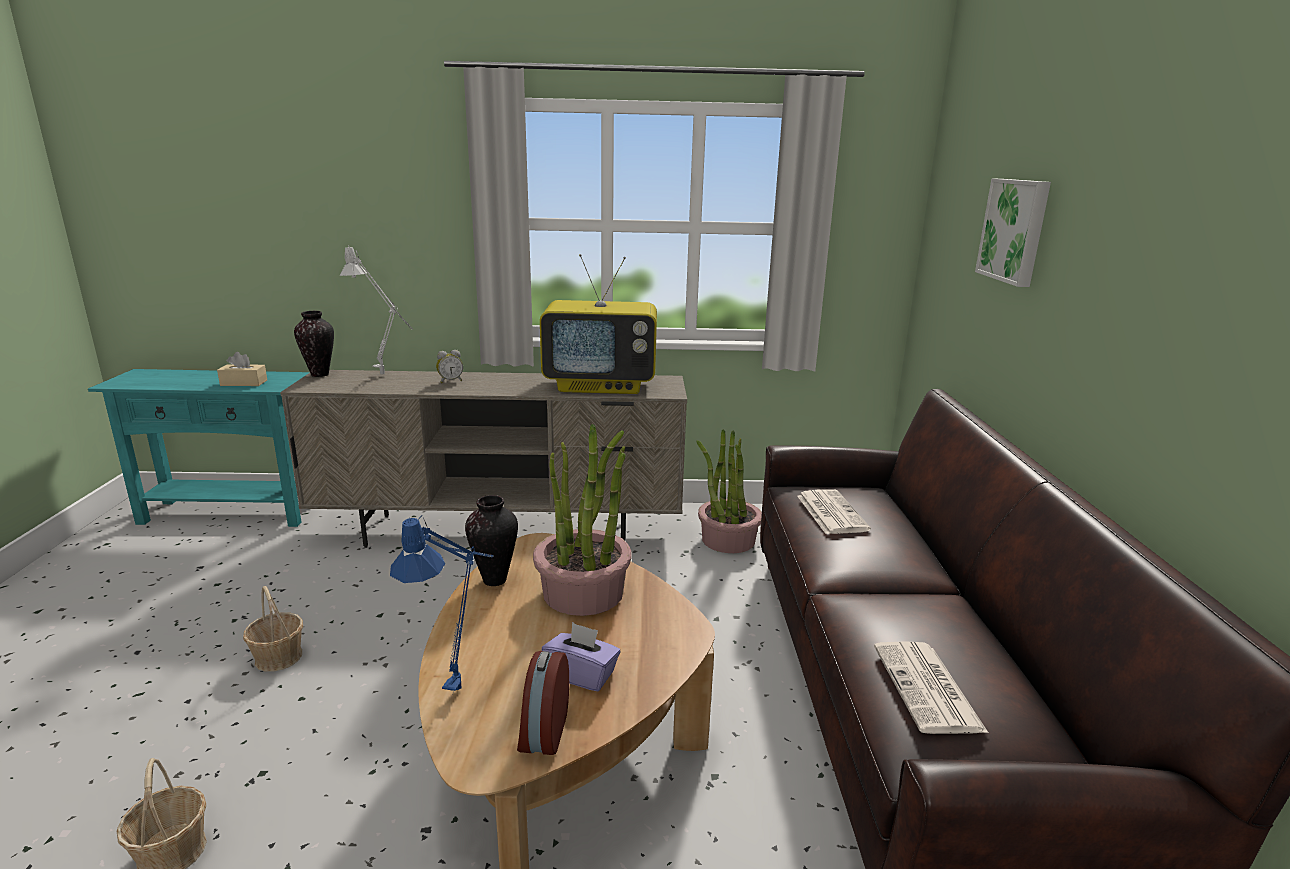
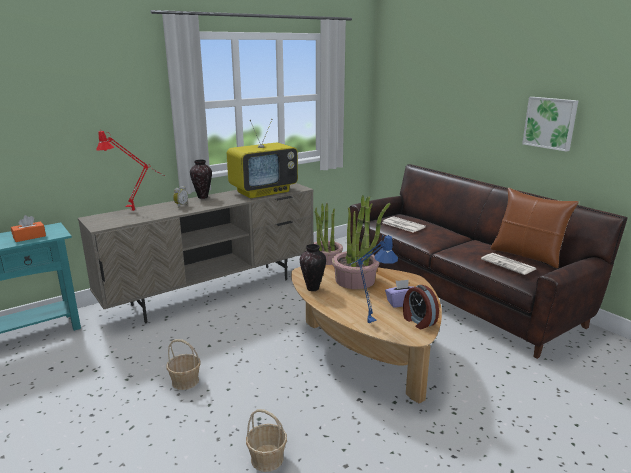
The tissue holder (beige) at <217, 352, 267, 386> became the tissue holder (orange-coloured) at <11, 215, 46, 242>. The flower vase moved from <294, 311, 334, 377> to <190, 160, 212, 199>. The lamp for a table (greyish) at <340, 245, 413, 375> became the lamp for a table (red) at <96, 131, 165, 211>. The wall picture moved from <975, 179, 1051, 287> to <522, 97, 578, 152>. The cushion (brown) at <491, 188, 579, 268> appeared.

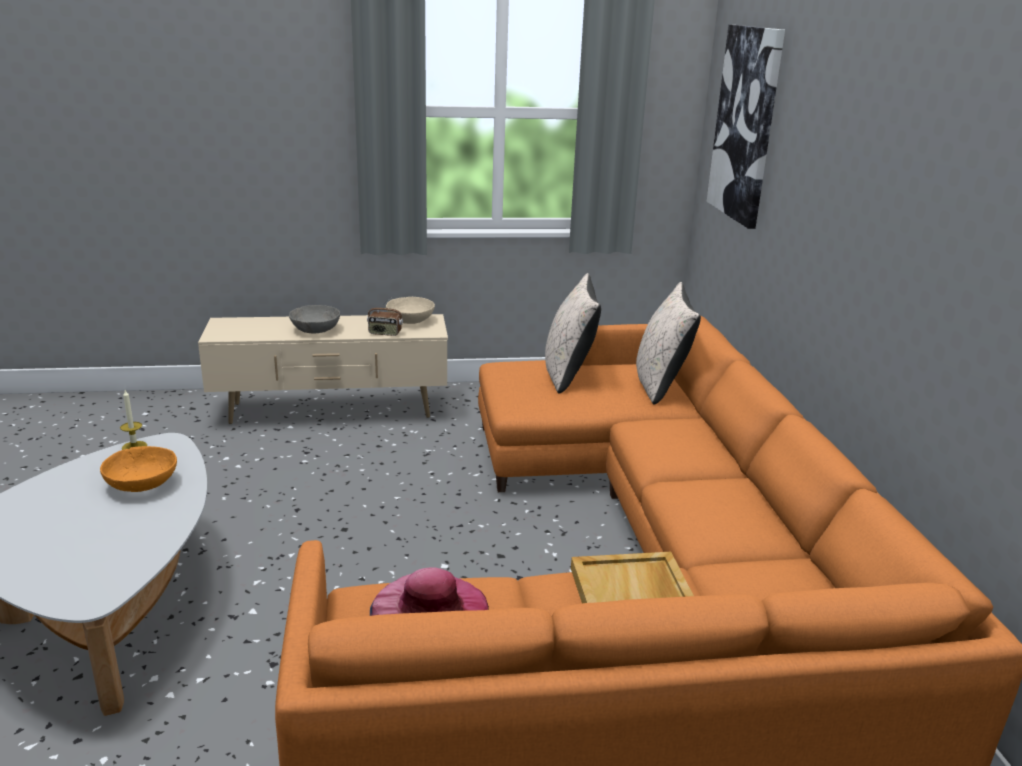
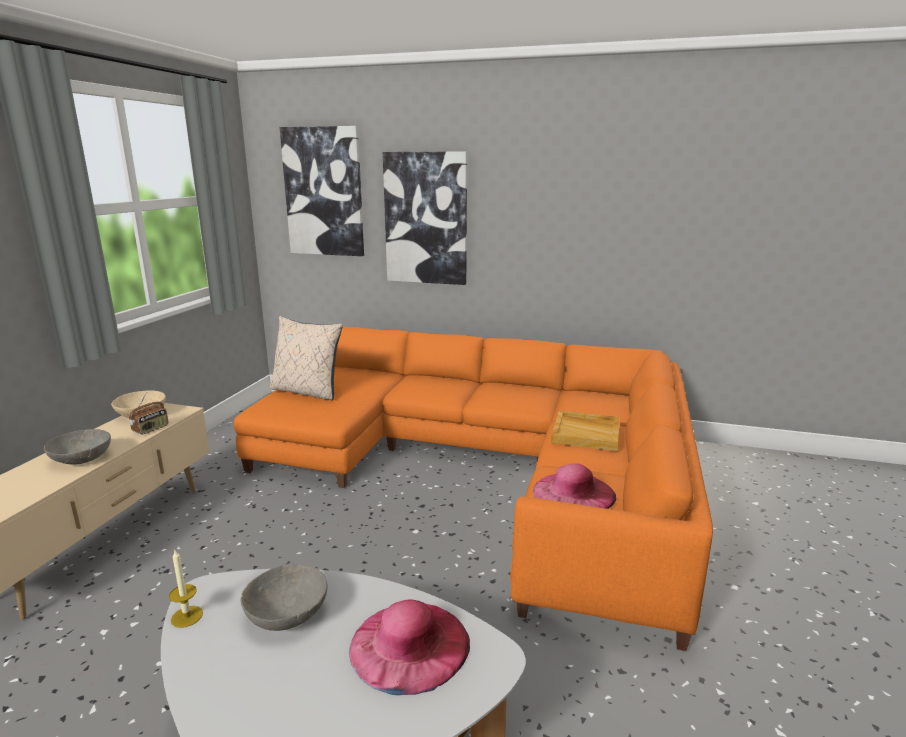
The deep dish (orange-coloured) at <100, 446, 177, 492> became the deep dish (greyish) at <240, 564, 327, 631>. The cushion (beige) at <636, 282, 701, 405> disappeared. The hat (pinkish) at <349, 599, 470, 695> appeared. The wall picture at <383, 152, 467, 285> appeared.

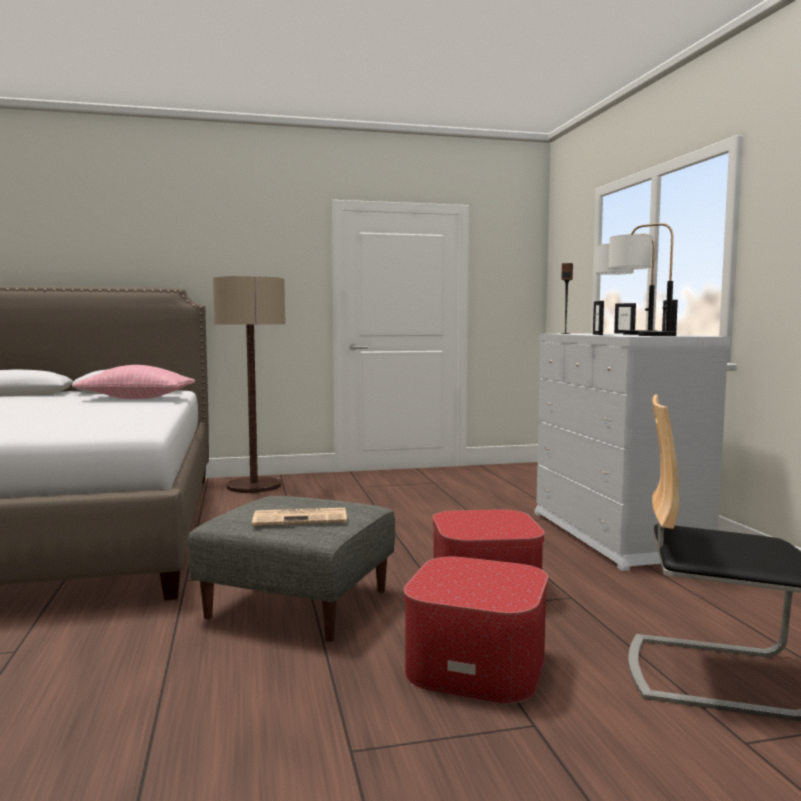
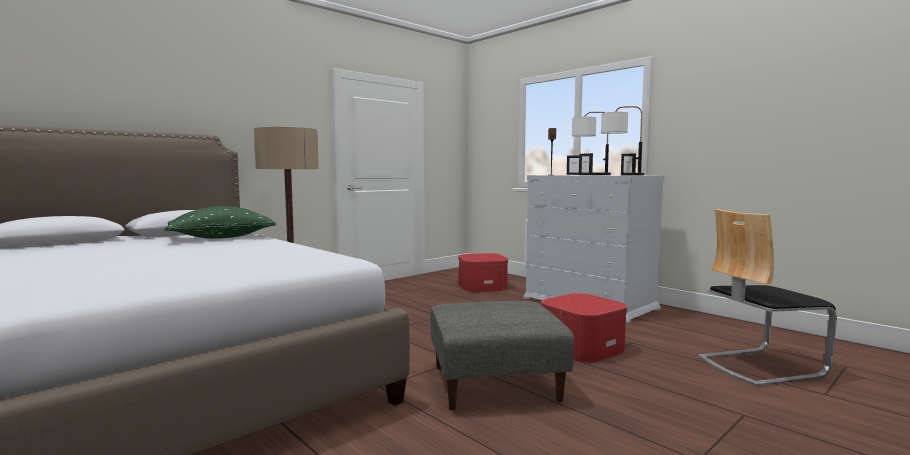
The cushion (pinkish) at <72, 365, 195, 399> became the cushion (green-coloured) at <164, 206, 276, 239>. The printed paper at <252, 508, 347, 526> disappeared. The footrest moved from <403, 557, 548, 704> to <459, 253, 508, 292>.

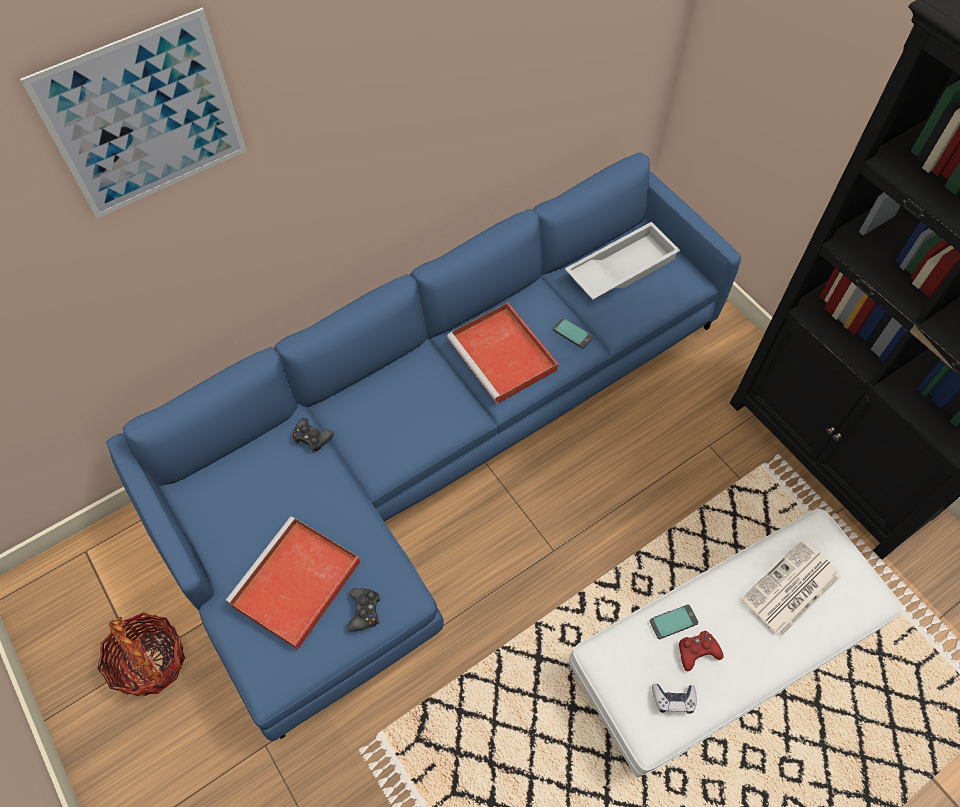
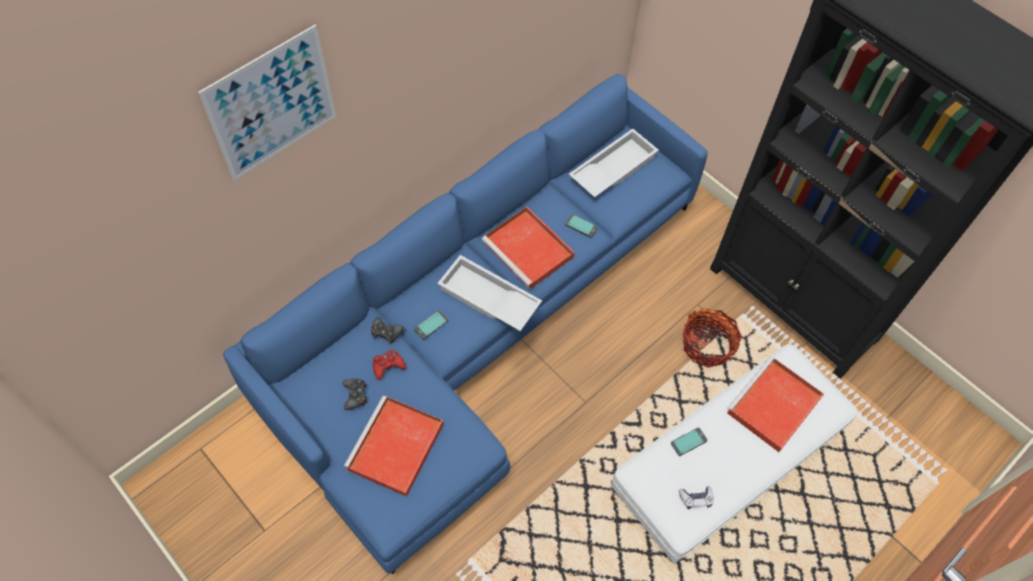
The household basket moved from <97, 612, 185, 696> to <683, 309, 742, 368>. The game controller (blackish) moved from <347, 588, 381, 632> to <343, 379, 368, 410>. The game controller (red) moved from <679, 631, 724, 671> to <373, 350, 406, 380>. The printed paper at <741, 539, 841, 638> was replaced by the serving tray (red) at <727, 356, 824, 452>. The telephone at <414, 310, 449, 340> appeared. The serving tray (white) at <437, 255, 542, 331> appeared.

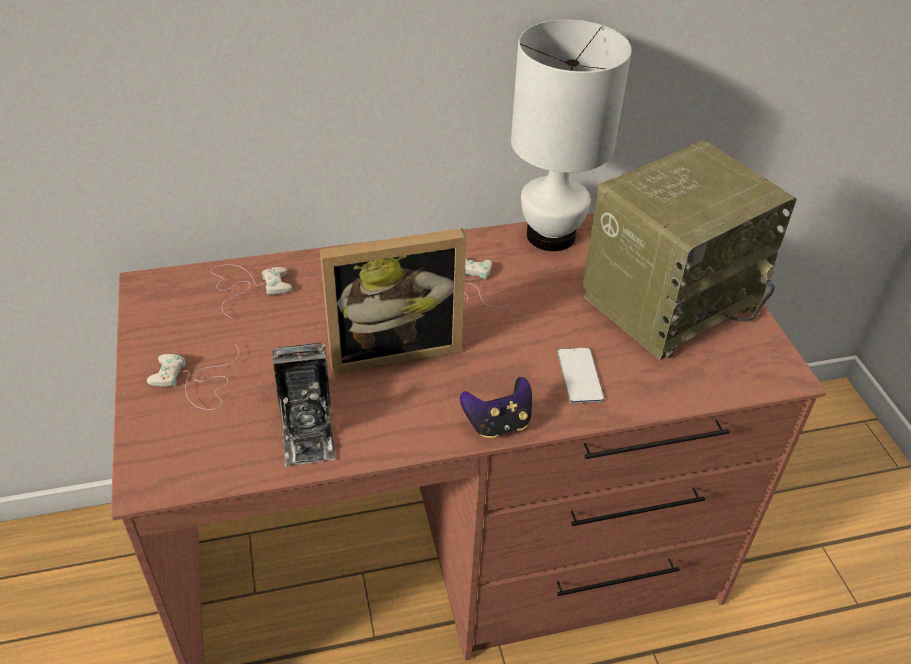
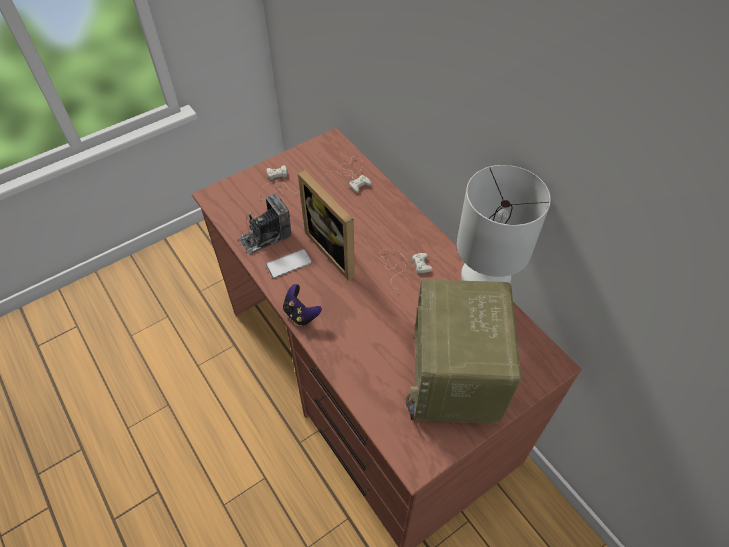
The telephone moved from <557, 347, 604, 403> to <266, 249, 312, 278>. The radio at <583, 141, 797, 360> turned 60 degrees clockwise.

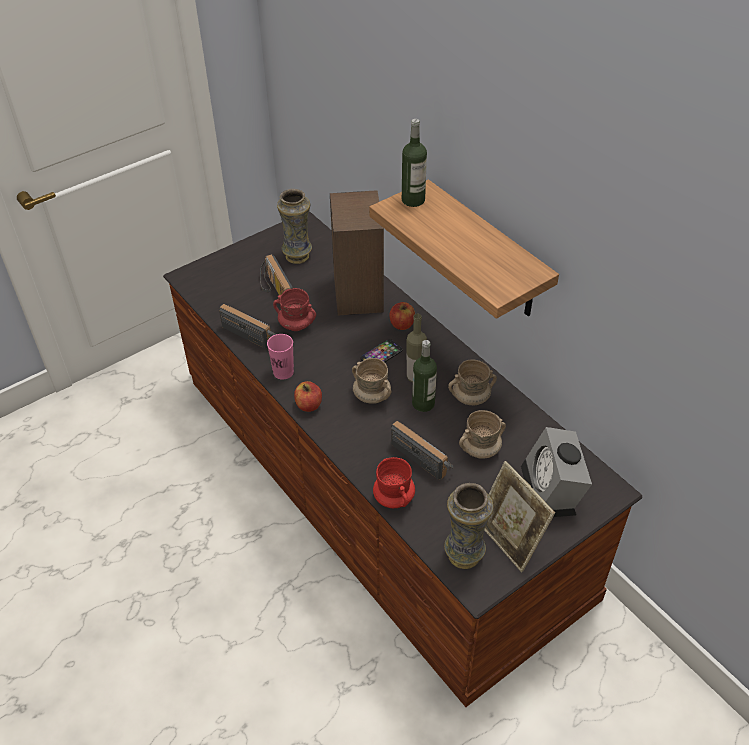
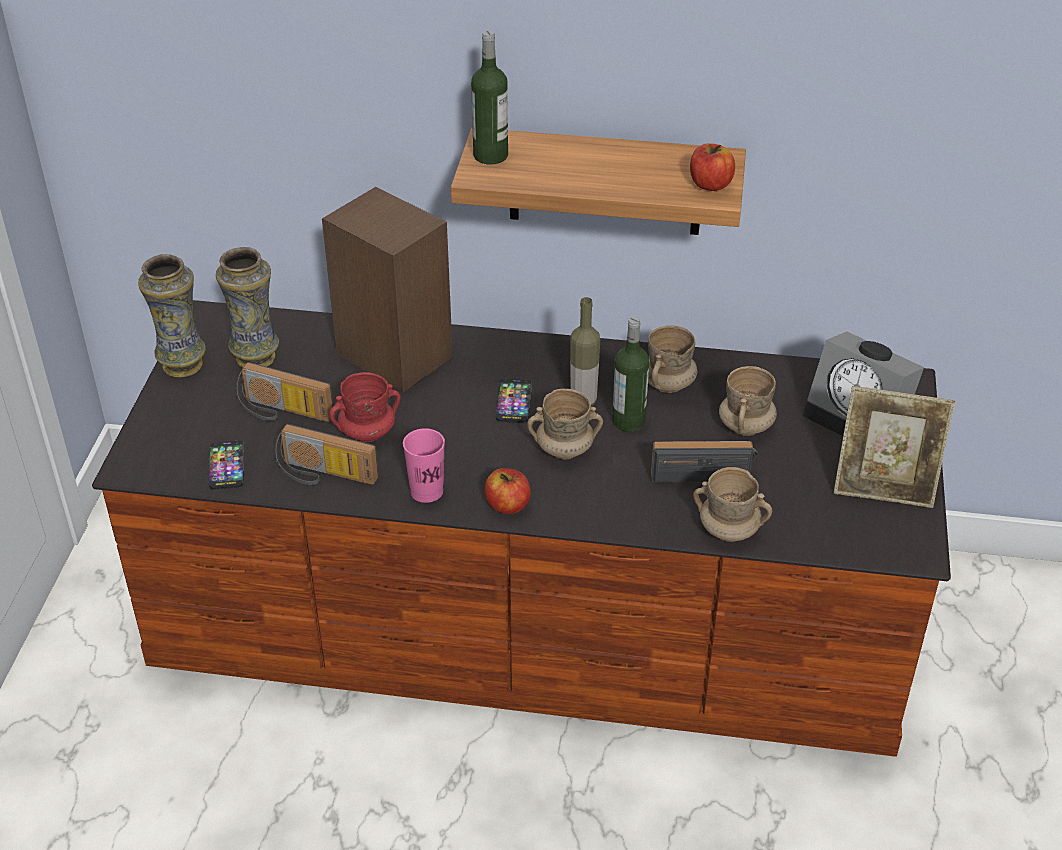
The radio at <219, 304, 276, 349> turned 150 degrees counterclockwise. The coffee mug (red) at <373, 457, 415, 508> became the coffee mug (beige) at <693, 467, 772, 542>. The apple moved from <389, 302, 415, 330> to <690, 143, 735, 191>. The flower vase moved from <444, 483, 493, 569> to <138, 254, 206, 378>. The telephone at <209, 441, 244, 490> appeared.

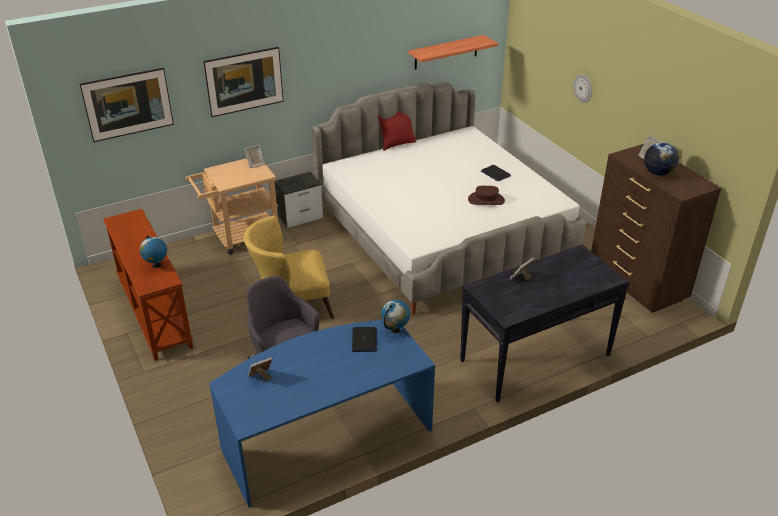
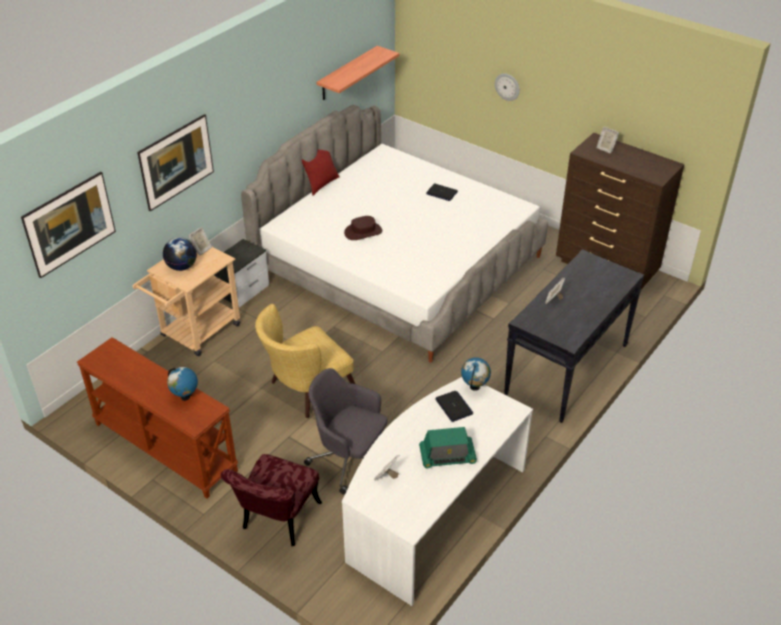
The desk (bluish) at <209, 320, 435, 507> became the desk (white) at <342, 377, 533, 606>. The hat (brown) moved from <468, 186, 505, 205> to <344, 216, 382, 240>. The desk globe moved from <644, 142, 679, 176> to <163, 237, 197, 271>. The upright chair (red) at <221, 454, 322, 546> appeared. The radio at <419, 427, 477, 468> appeared.

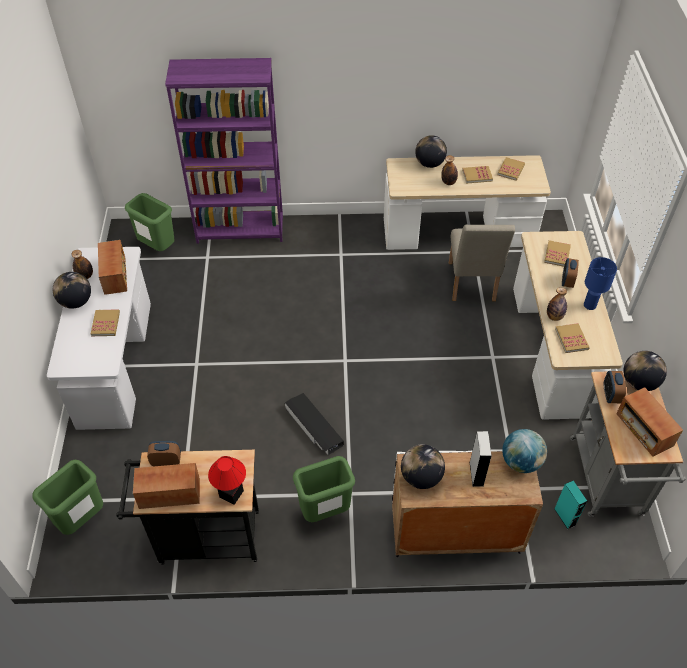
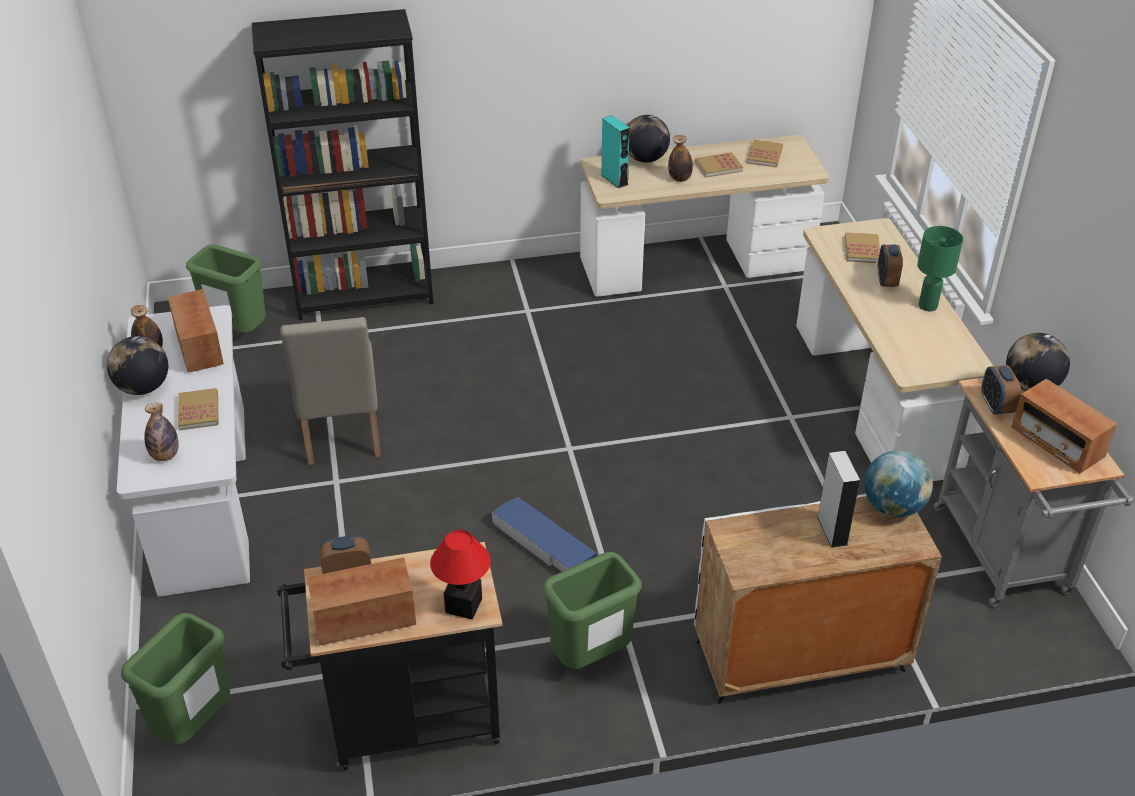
The bookshelf (purple) at <165, 58, 283, 244> became the bookshelf (blackish) at <251, 9, 433, 320>. The storage bin (blackish) at <285, 393, 344, 455> became the storage bin (bluish) at <492, 497, 597, 571>. The desk globe at <401, 444, 445, 489> disappeared. The upright chair (beige) moved from <449, 225, 515, 301> to <280, 317, 381, 465>. The bottle moved from <547, 287, 567, 321> to <144, 403, 179, 461>. The loudspeaker (turquoise) moved from <554, 481, 587, 529> to <601, 115, 630, 189>. The bound book at <555, 323, 590, 353> disappeared. The lamp for a table (bluish) at <584, 257, 617, 310> became the lamp for a table (green-coloured) at <917, 226, 963, 311>.

